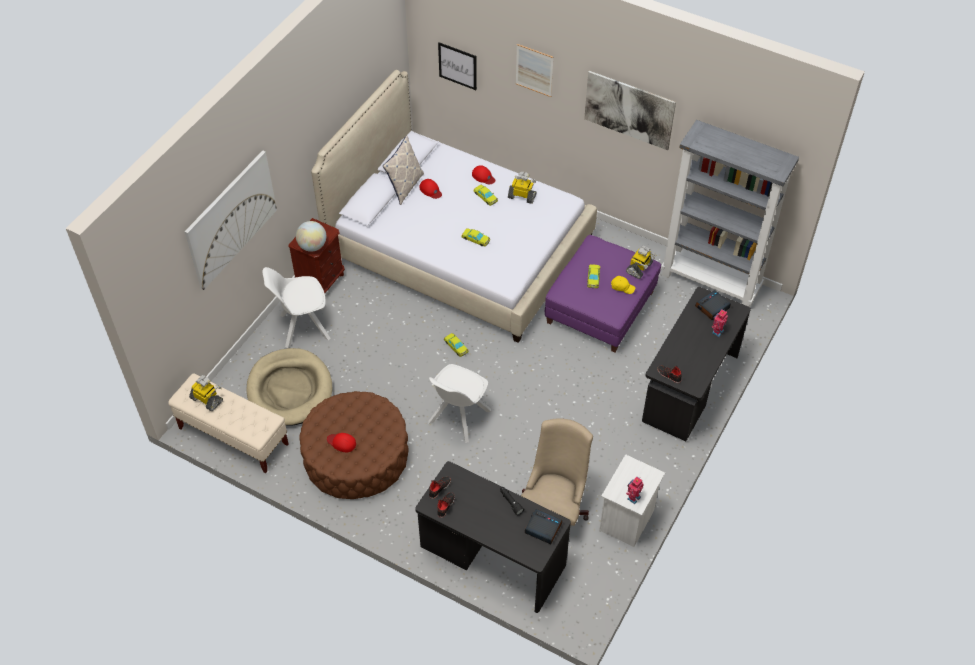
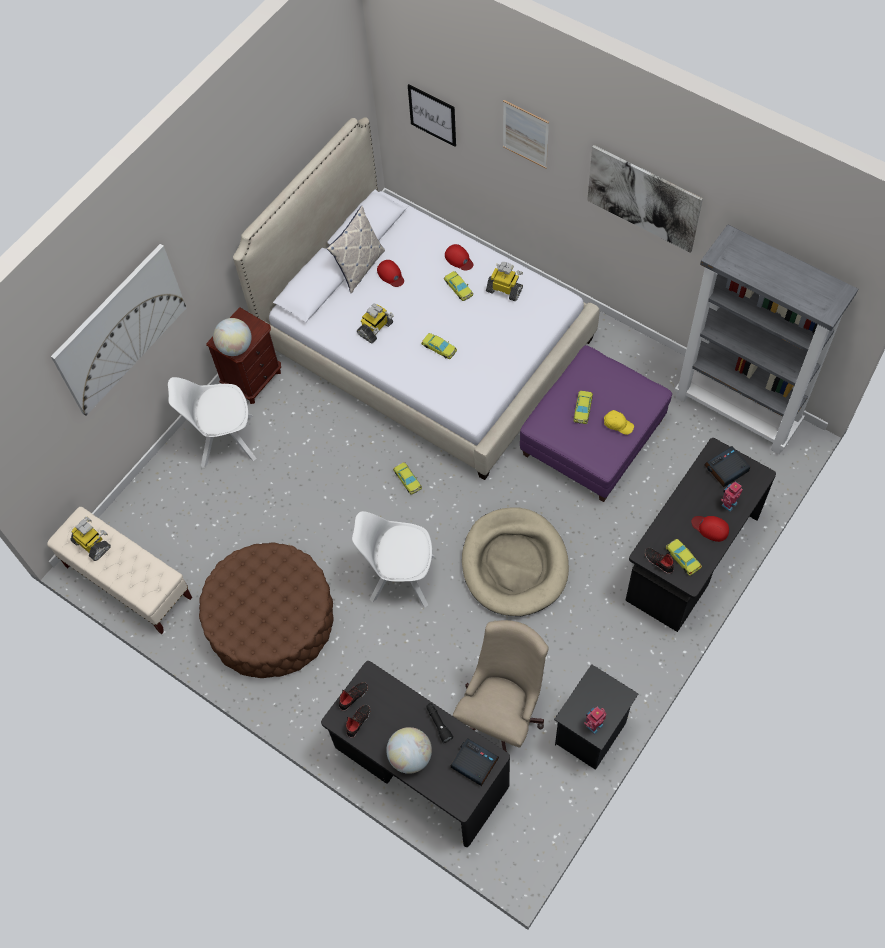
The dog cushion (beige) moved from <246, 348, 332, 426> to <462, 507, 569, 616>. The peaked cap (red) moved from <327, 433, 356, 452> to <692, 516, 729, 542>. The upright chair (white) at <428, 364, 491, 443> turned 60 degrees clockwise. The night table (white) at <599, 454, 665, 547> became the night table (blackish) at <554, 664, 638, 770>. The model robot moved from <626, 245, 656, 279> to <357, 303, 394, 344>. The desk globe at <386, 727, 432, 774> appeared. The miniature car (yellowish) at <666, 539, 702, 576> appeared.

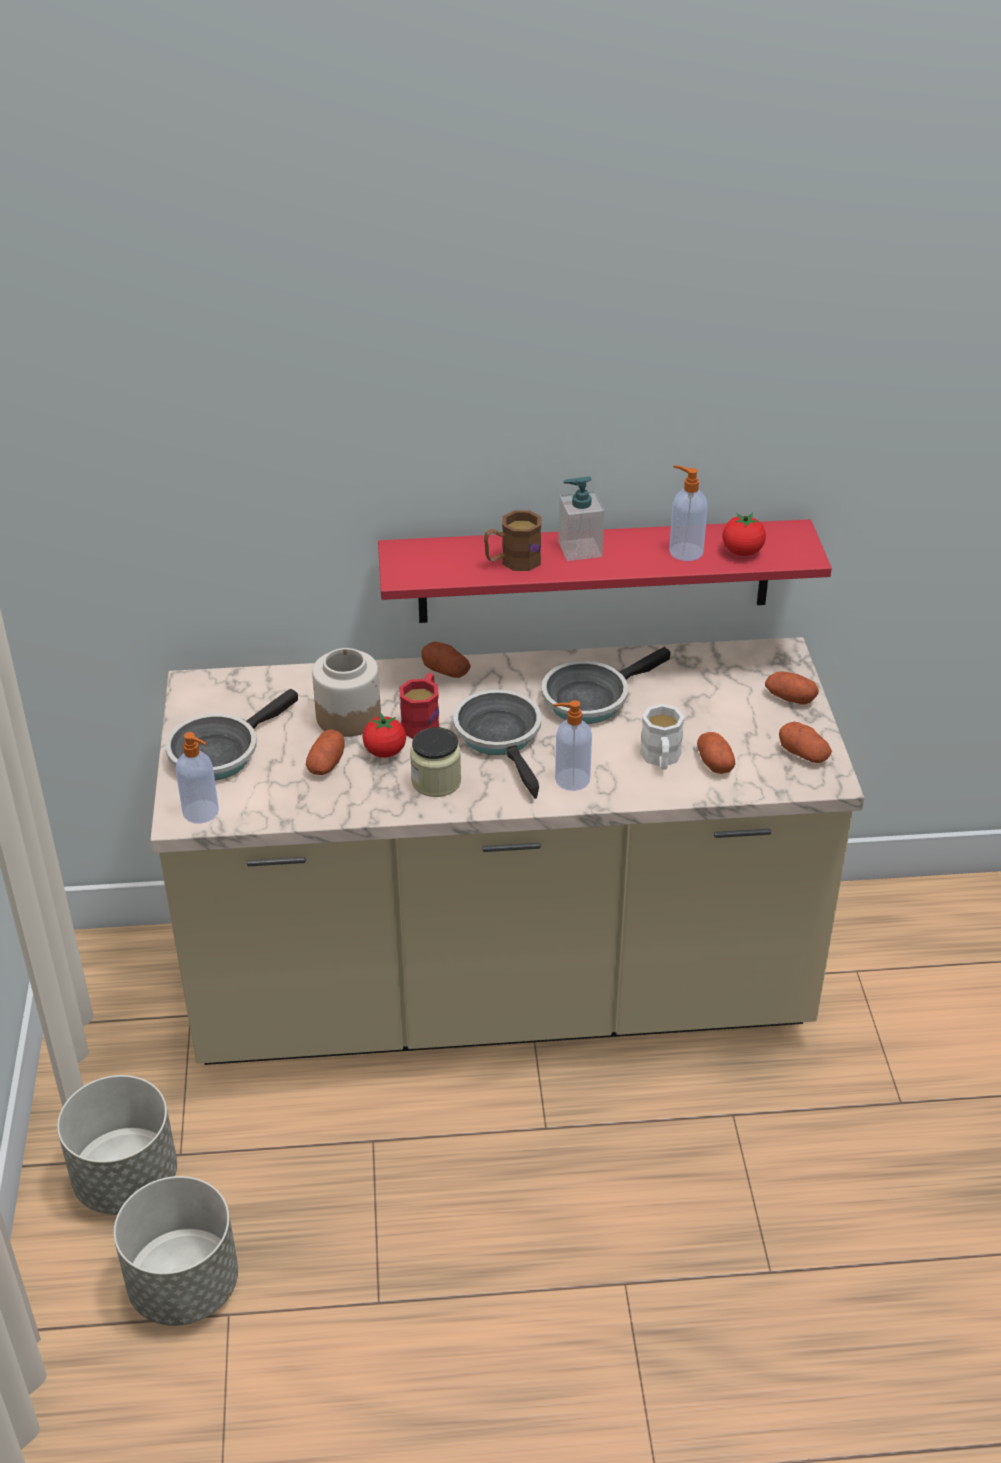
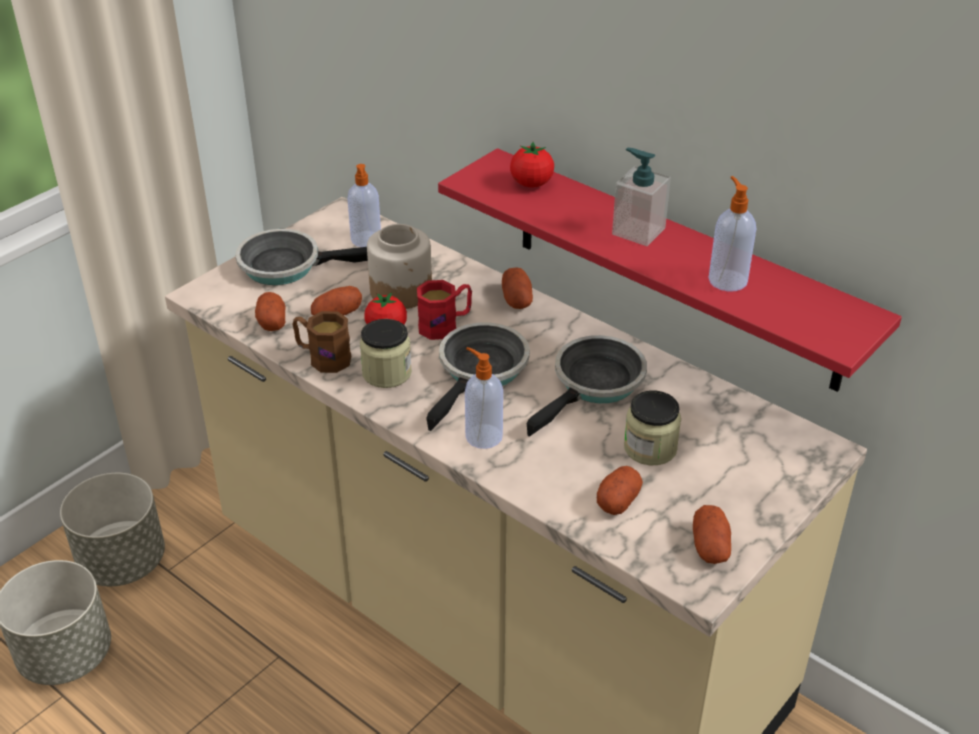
The soap dispenser moved from <175, 732, 219, 824> to <347, 164, 381, 247>. The coffee mug (brown) moved from <484, 510, 541, 571> to <292, 311, 351, 373>. The skillet at <541, 647, 671, 724> turned 120 degrees clockwise. The coffee mug (white) at <640, 704, 685, 770> disappeared. The whole tomato moved from <722, 513, 766, 556> to <510, 142, 554, 188>. The spud moved from <765, 672, 819, 705> to <255, 292, 285, 331>. The jar at <624, 390, 681, 465> appeared.

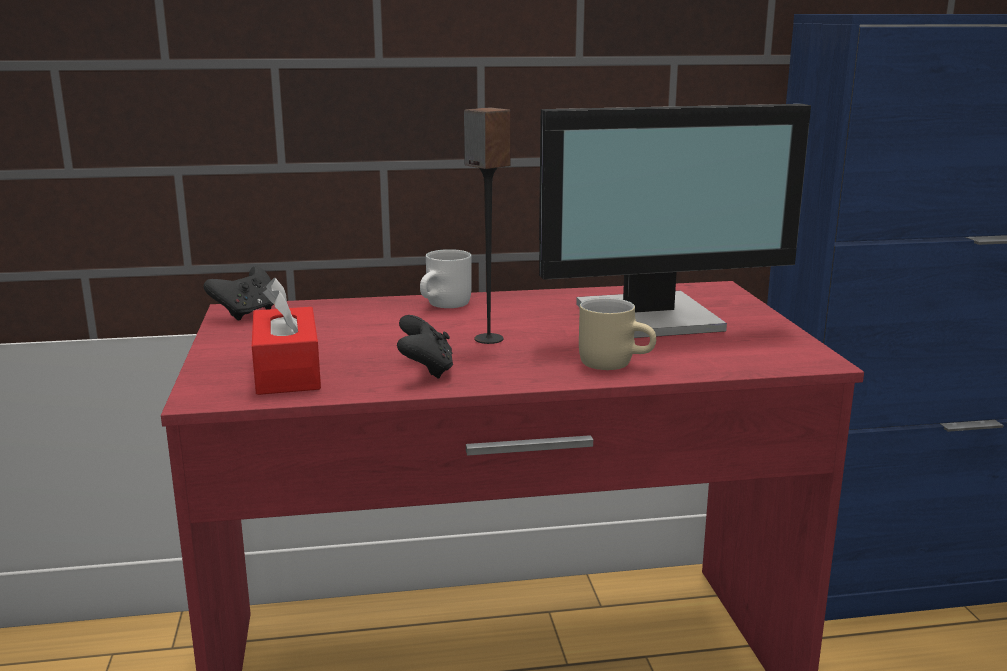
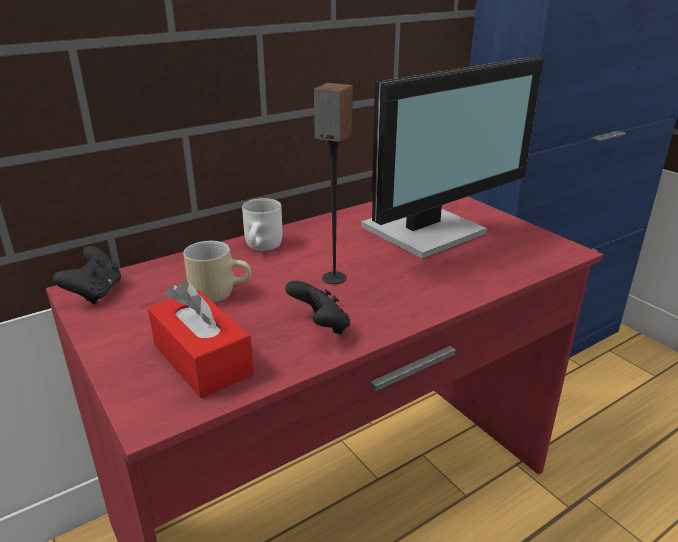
The coffee mug (beige) moved from <579, 298, 656, 370> to <183, 241, 251, 303>.

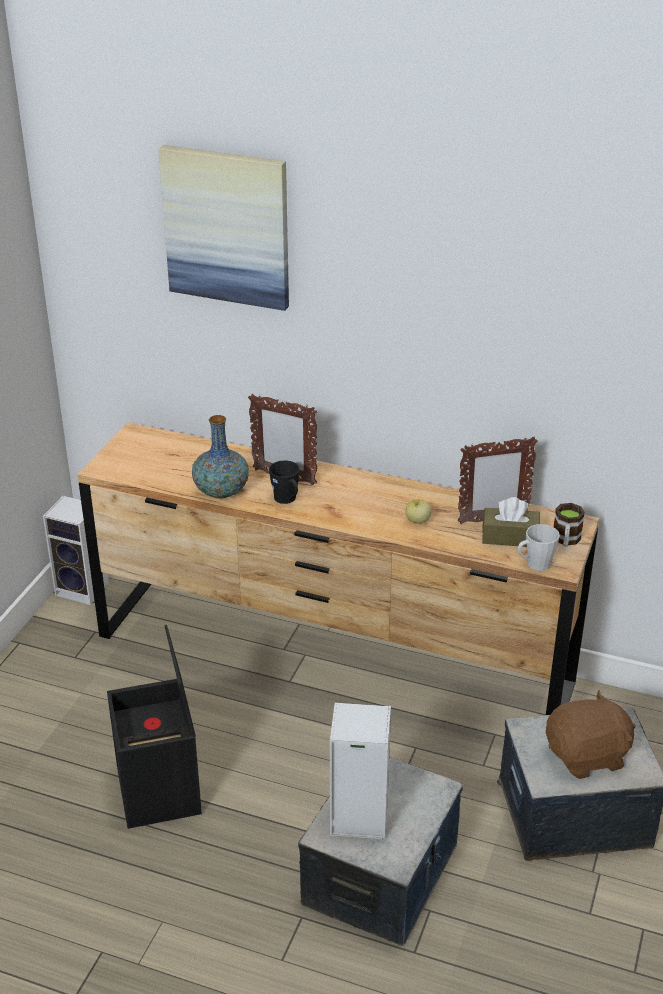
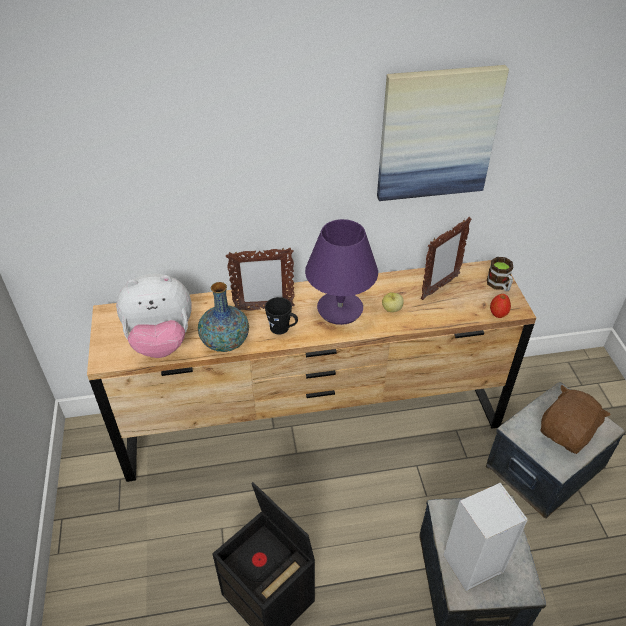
The loudspeaker at <43, 496, 109, 605> disappeared. The wall picture moved from <158, 145, 289, 311> to <377, 65, 509, 201>. The tissue holder (brown) at <482, 497, 540, 547> disappeared. The coffee mug (greyish) at <518, 524, 560, 571> was replaced by the apple at <490, 294, 511, 318>. The plush toy at <116, 274, 192, 358> appeared. The lamp for a table (purple) at <305, 219, 378, 325> appeared.

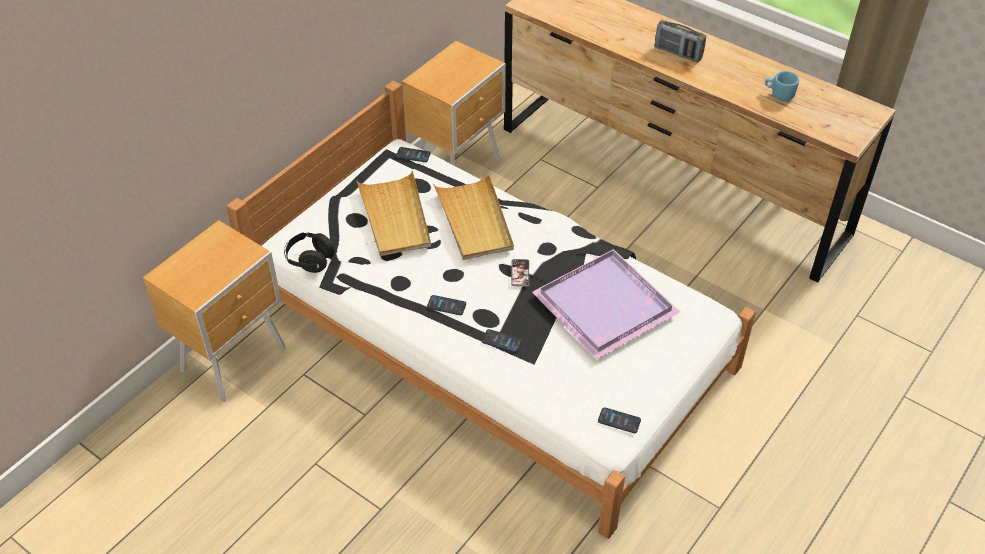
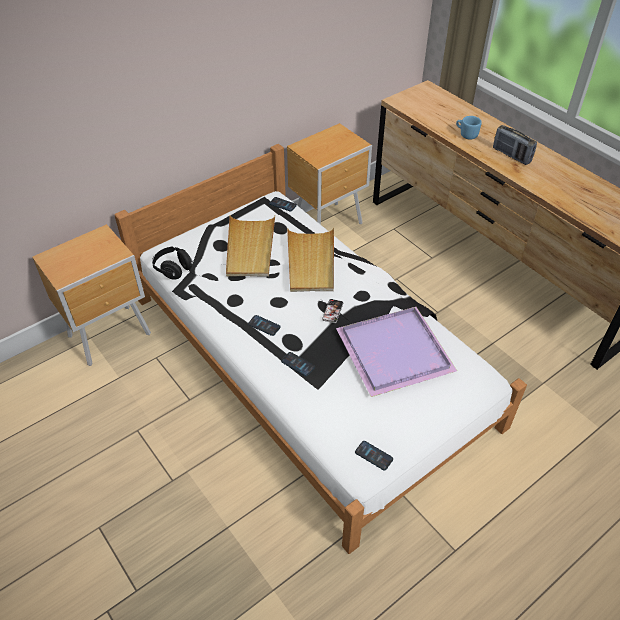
The coffee mug (bluish) moved from <765, 71, 799, 101> to <456, 116, 482, 139>.

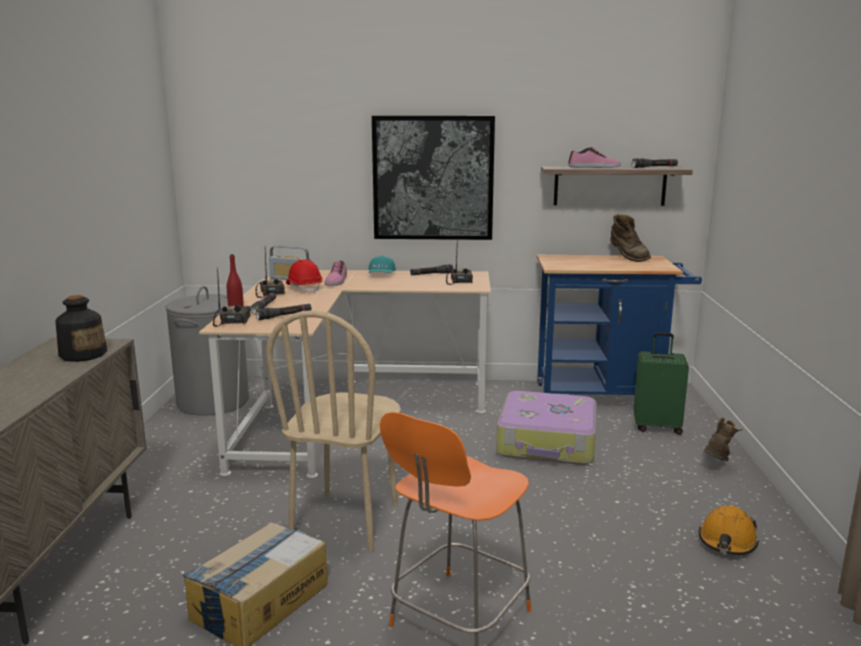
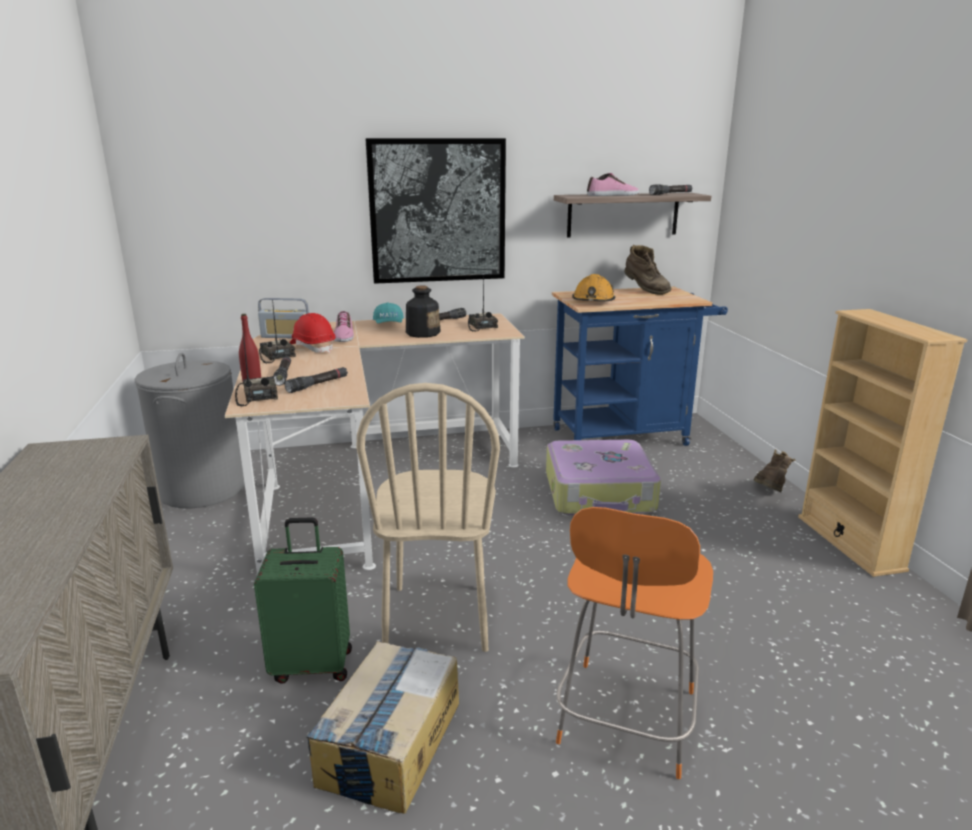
The bottle moved from <55, 295, 107, 362> to <406, 286, 441, 338>. The suitcase (green-coloured) moved from <634, 332, 689, 435> to <254, 517, 352, 684>. The hard hat (orange-coloured) moved from <699, 506, 759, 555> to <572, 274, 615, 301>. The bookshelf (beige) at <798, 309, 967, 577> appeared.

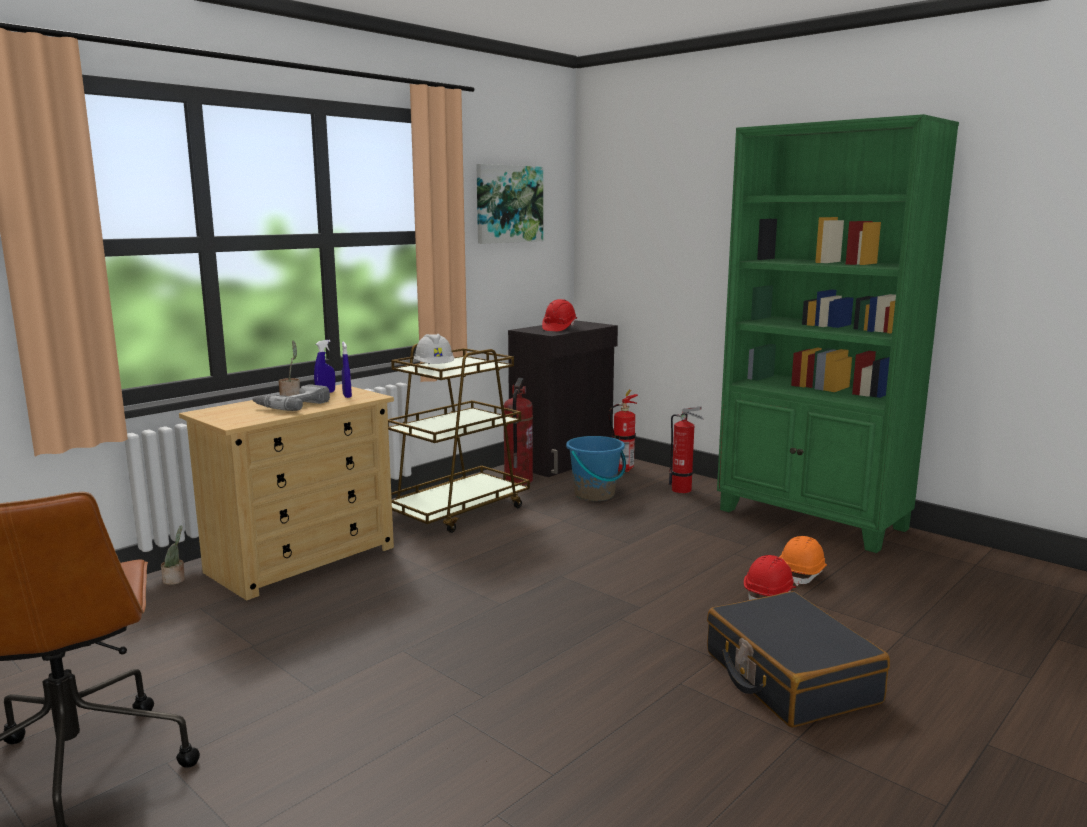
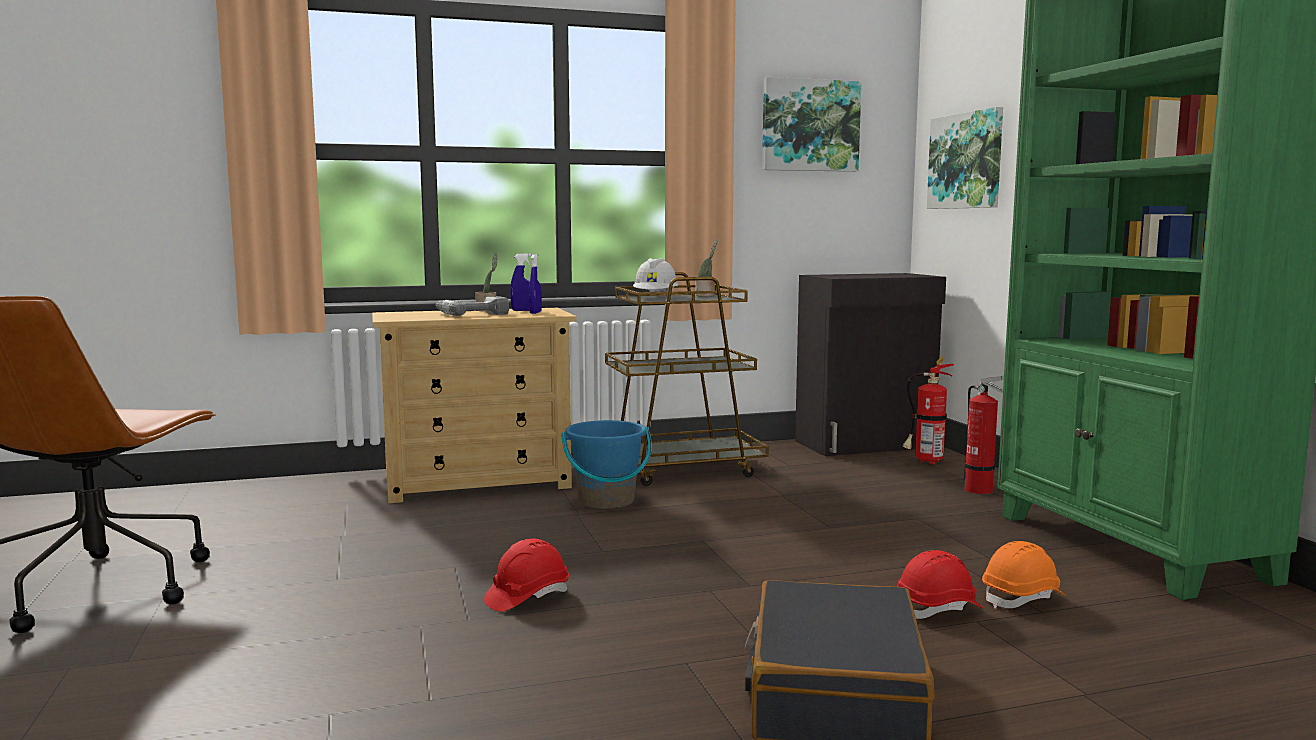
The potted plant moved from <161, 525, 185, 585> to <695, 240, 718, 297>. The fire extinguisher at <504, 378, 533, 485> disappeared. The hard hat (red) moved from <542, 299, 577, 331> to <484, 539, 569, 612>. The pail (bluish) moved from <566, 436, 626, 501> to <561, 420, 652, 509>. The wall picture at <927, 107, 1003, 209> appeared.

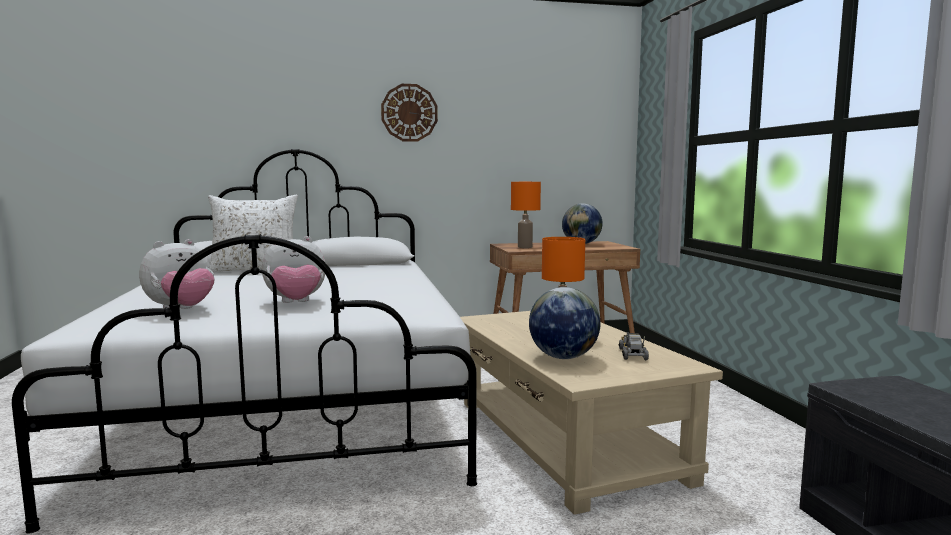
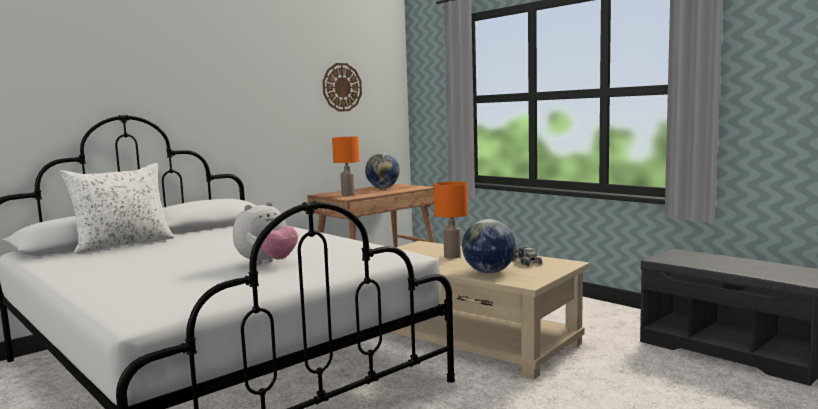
The plush toy at <139, 239, 215, 309> disappeared. The wall clock moved from <381, 84, 438, 142> to <323, 63, 362, 112>.

